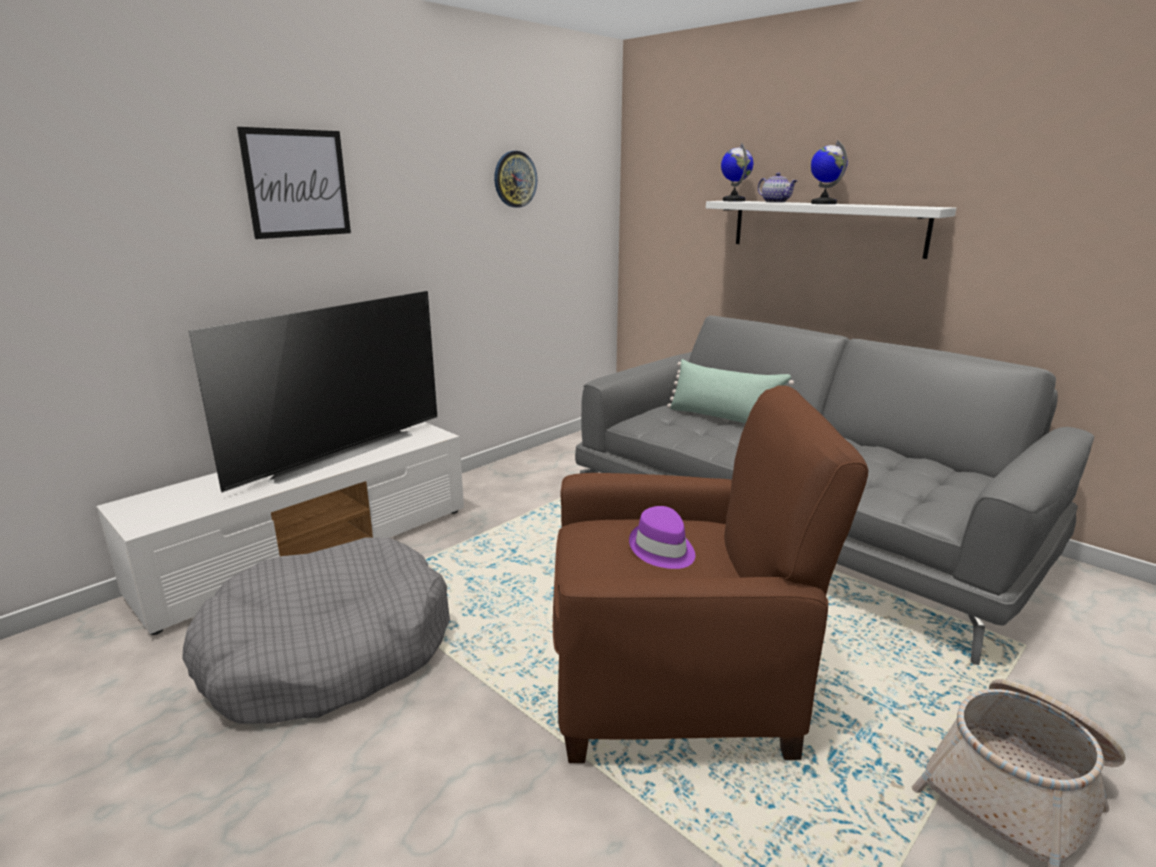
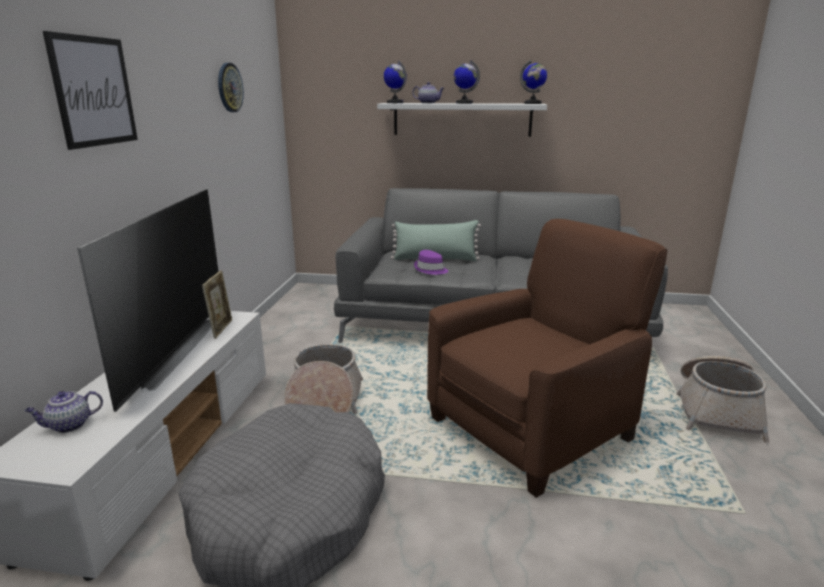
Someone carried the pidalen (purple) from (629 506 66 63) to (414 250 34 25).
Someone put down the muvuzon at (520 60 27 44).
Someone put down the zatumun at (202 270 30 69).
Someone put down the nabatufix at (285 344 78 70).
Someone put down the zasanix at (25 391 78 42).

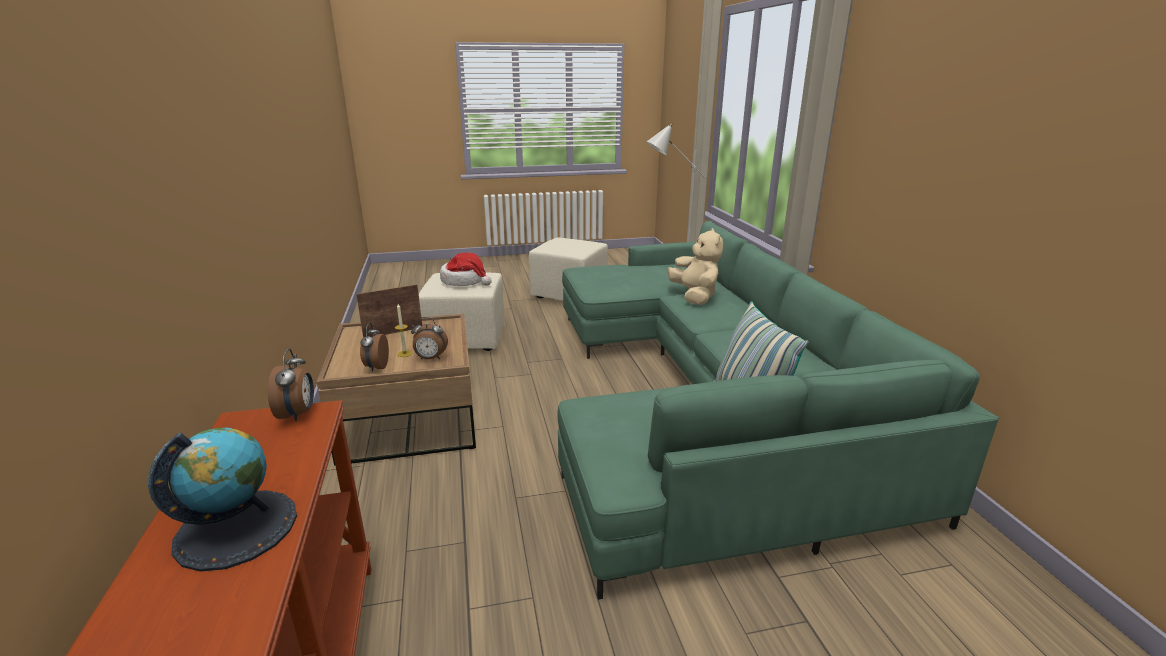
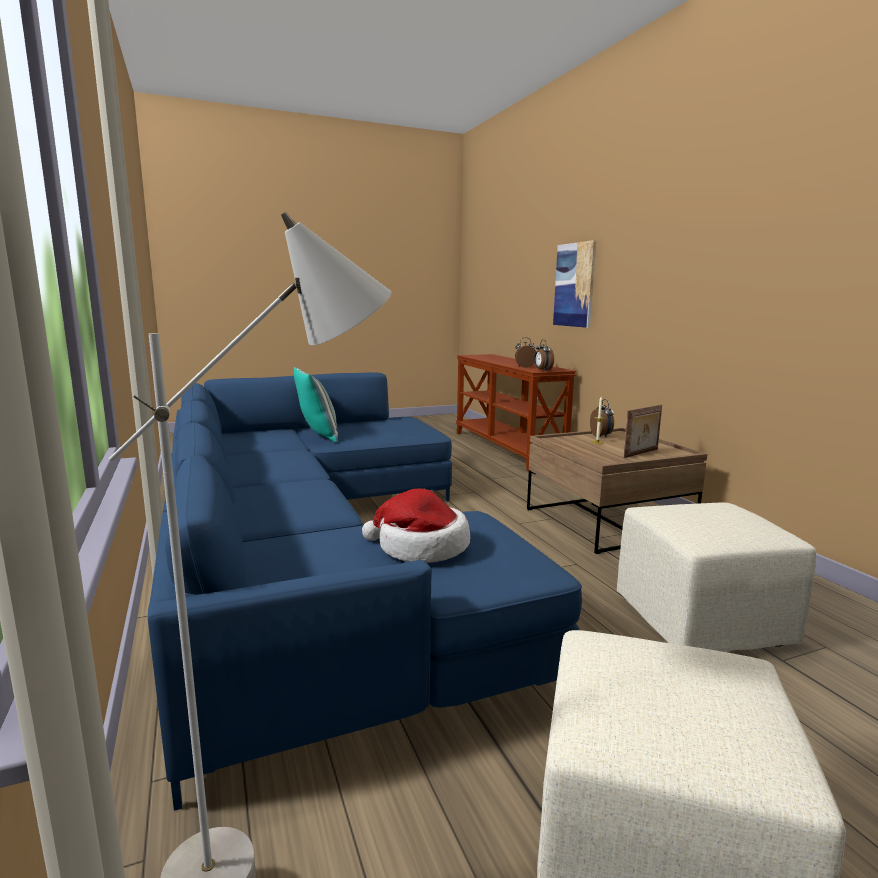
Someone repainted the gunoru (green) at (557 221 442 379), which became the gunoru (blue) at (148 372 434 439).
Someone took away the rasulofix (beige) at (668 228 55 77).
Someone carried the pidalen from (440 252 52 34) to (362 489 108 74).
Someone carried the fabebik from (411 317 37 42) to (515 338 21 30).
Someone took away the muvuzon at (148 427 149 145).
Someone put up the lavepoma at (553 240 43 88).

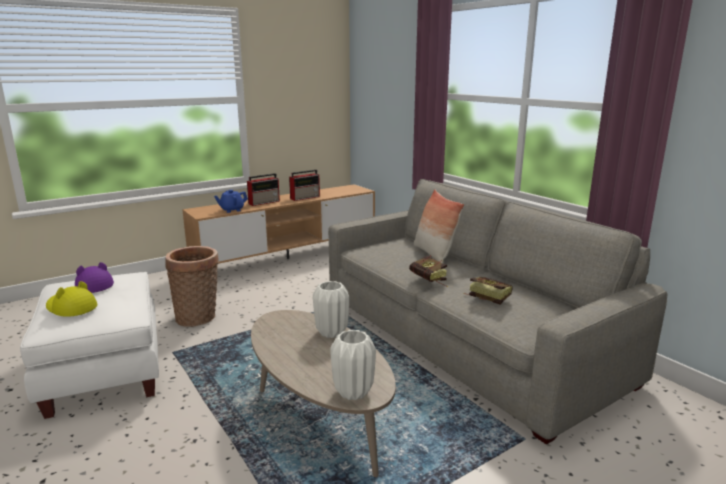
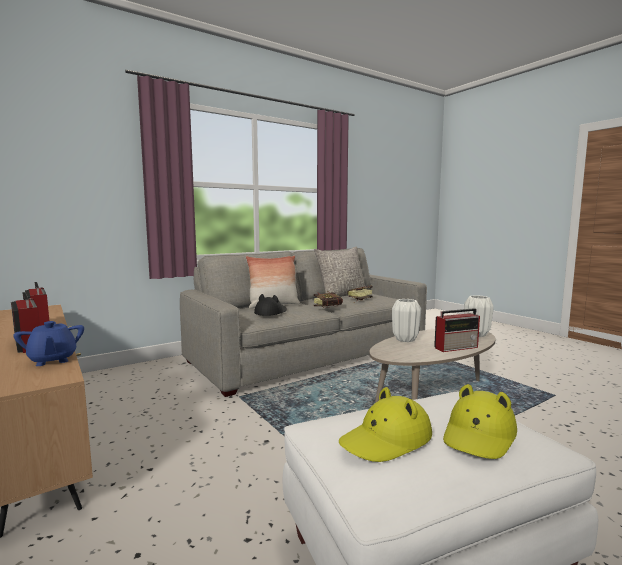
Someone took away the nabatufix at (165 246 54 81).
Someone repainted the pidalen (purple) at (75 262 39 31), which became the pidalen (yellow) at (339 387 93 75).
Someone put down the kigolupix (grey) at (314 247 53 50).
Someone put down the pidalen (black) at (254 294 33 22).
Someone put down the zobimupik at (434 308 46 44).

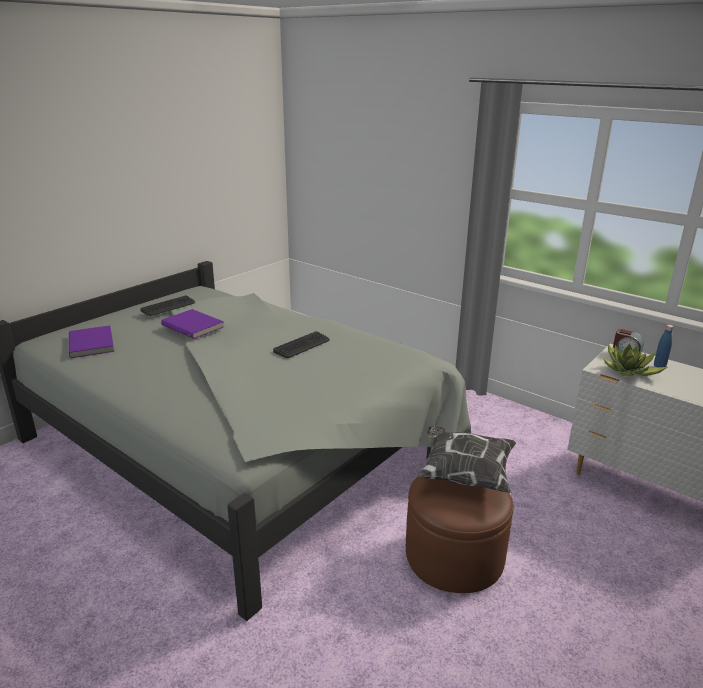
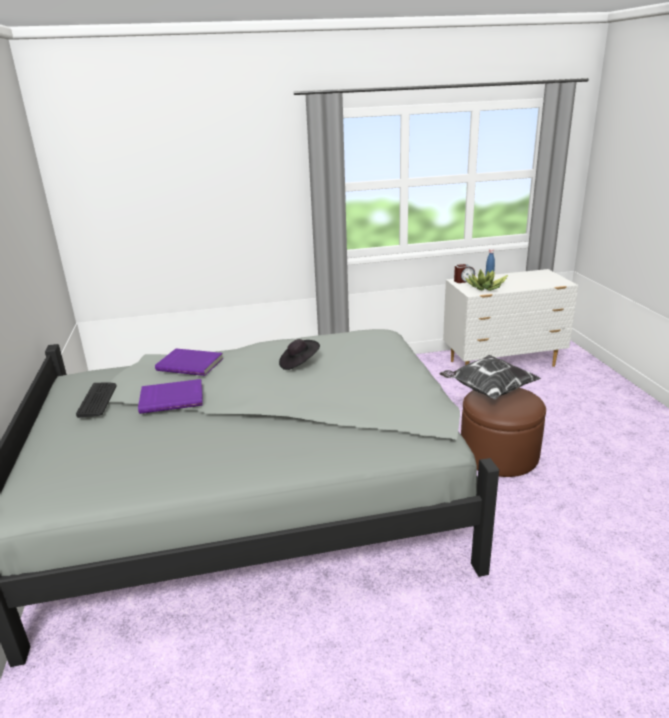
Someone carried the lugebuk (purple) from (69 325 45 33) to (155 348 68 28).
Someone swapped the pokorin at (273 331 57 27) for the pidalen (black) at (279 339 41 31).

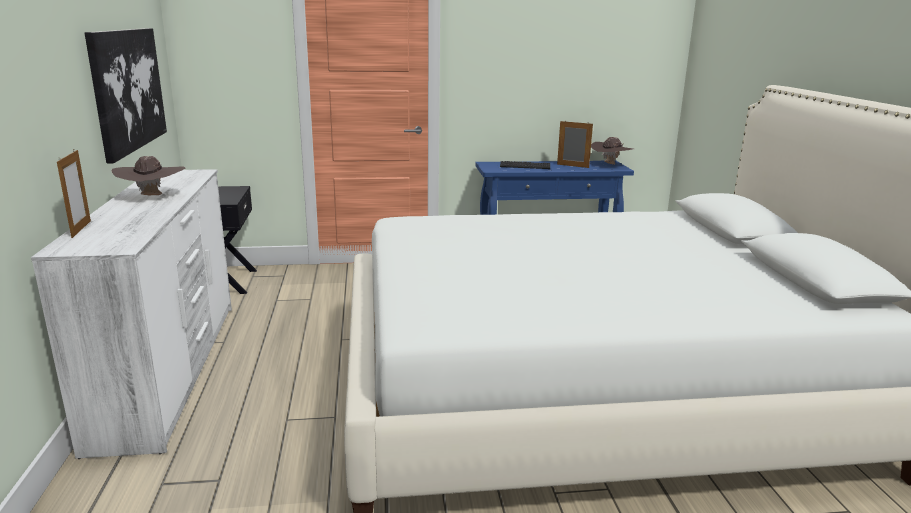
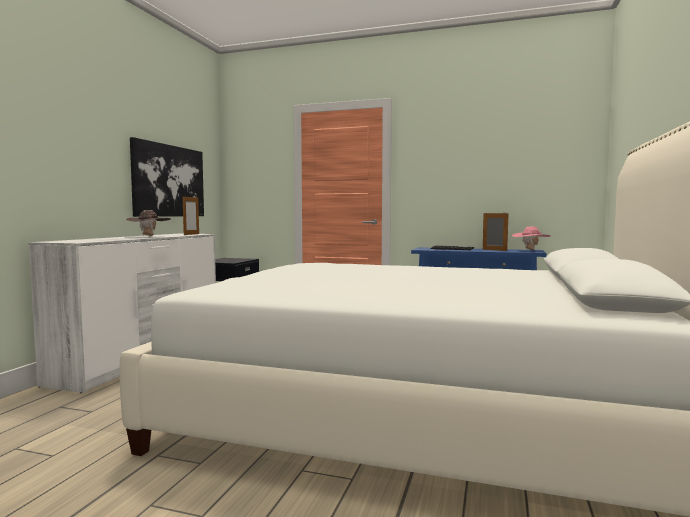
Someone repainted the pidalen (brown) at (591 137 42 28), which became the pidalen (pink) at (512 226 39 24).
Someone carried the zatumun from (57 150 34 88) to (183 196 16 39).

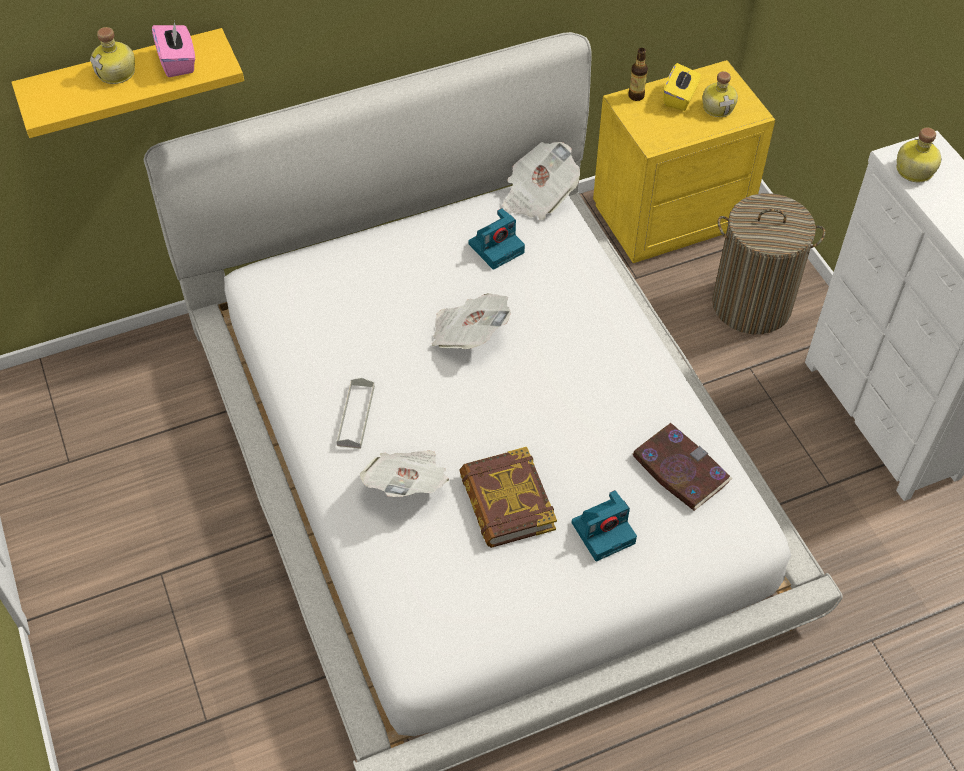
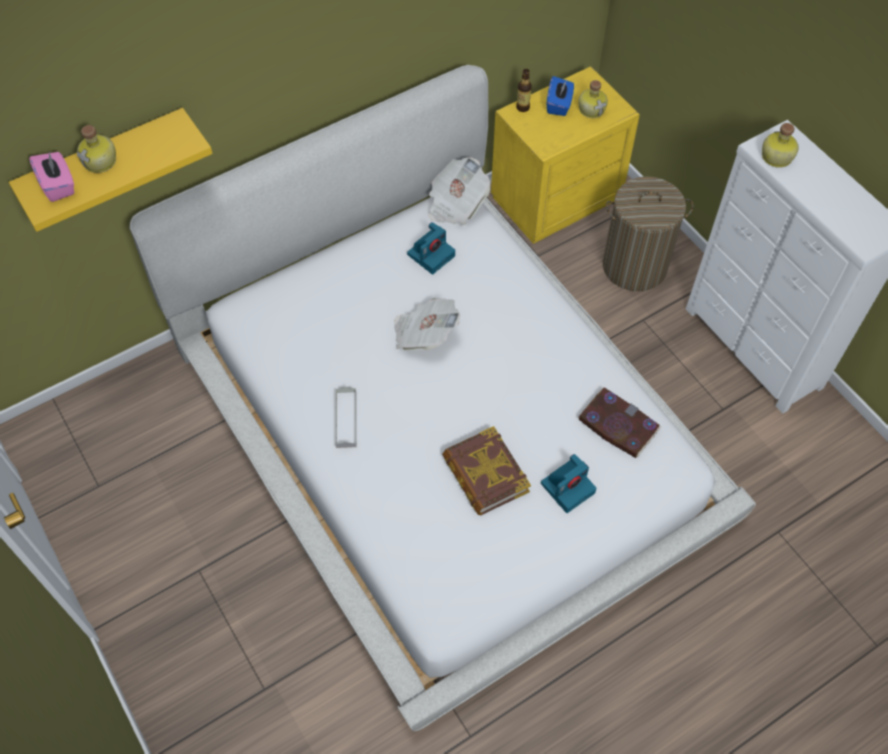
Someone carried the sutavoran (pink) from (152 21 43 56) to (29 152 45 50).
Someone repainted the sutavoran (yellow) at (663 63 38 48), which became the sutavoran (blue) at (547 76 27 40).
Someone took away the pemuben at (360 450 89 47).

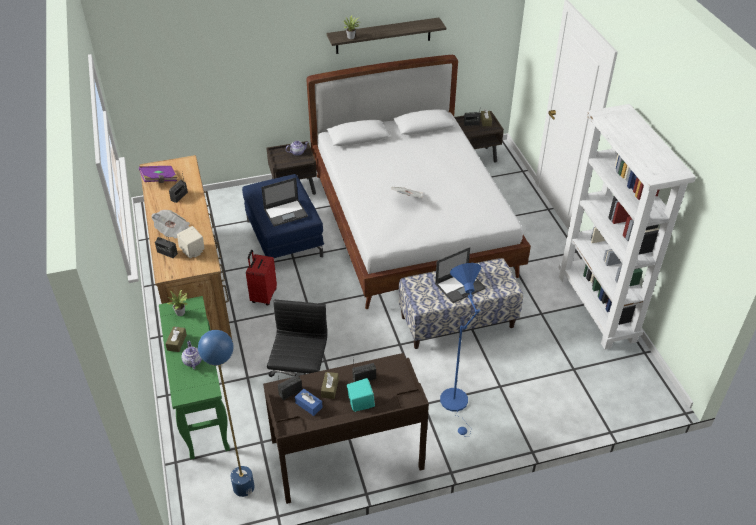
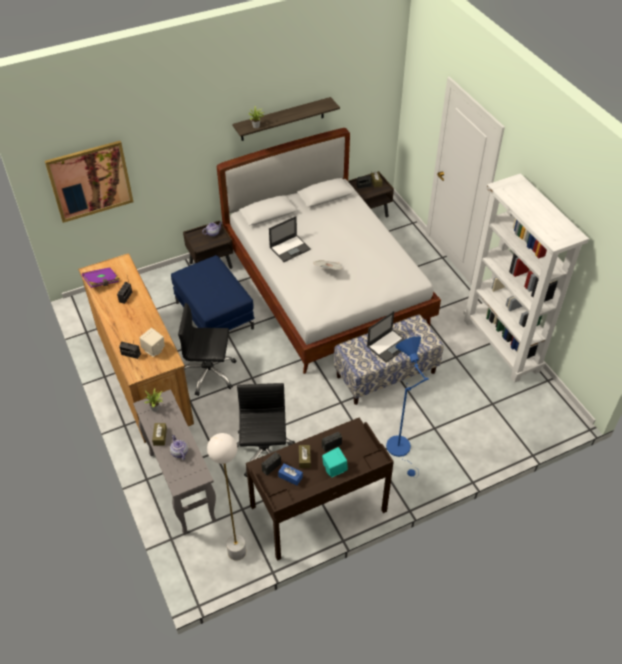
Someone carried the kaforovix from (261 178 47 49) to (269 216 42 46).
Someone took away the pemuben at (151 210 39 29).
Someone swapped the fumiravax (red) at (246 250 31 55) for the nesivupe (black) at (178 303 58 93).
Someone repainted the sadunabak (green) at (159 296 71 163), which became the sadunabak (grey) at (133 389 84 146).
Someone repainted the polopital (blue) at (198 330 57 167), which became the polopital (white) at (207 433 39 128).
Someone put up the lavepoma at (45 141 88 82).

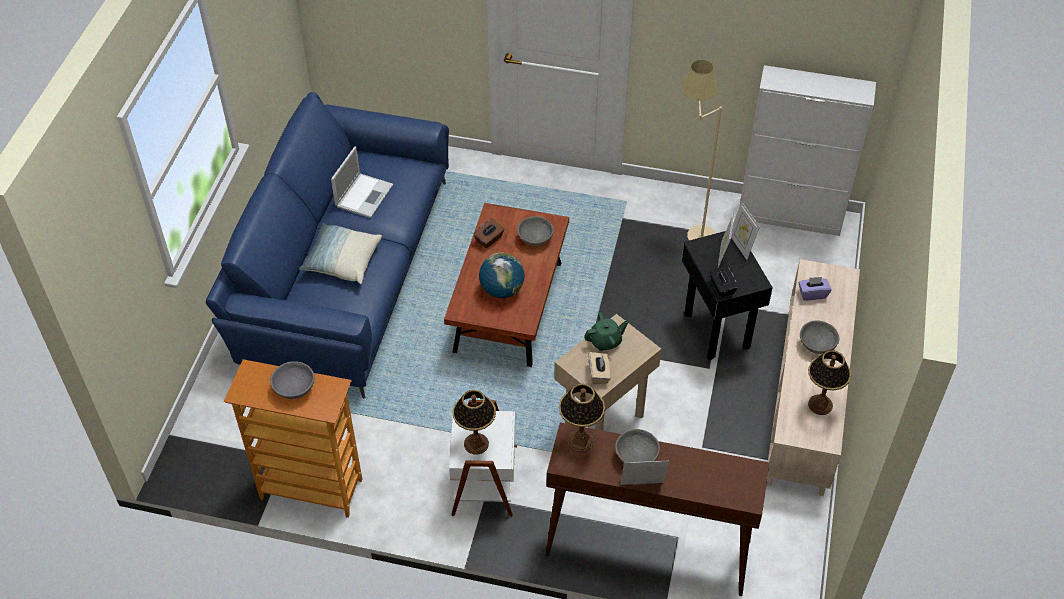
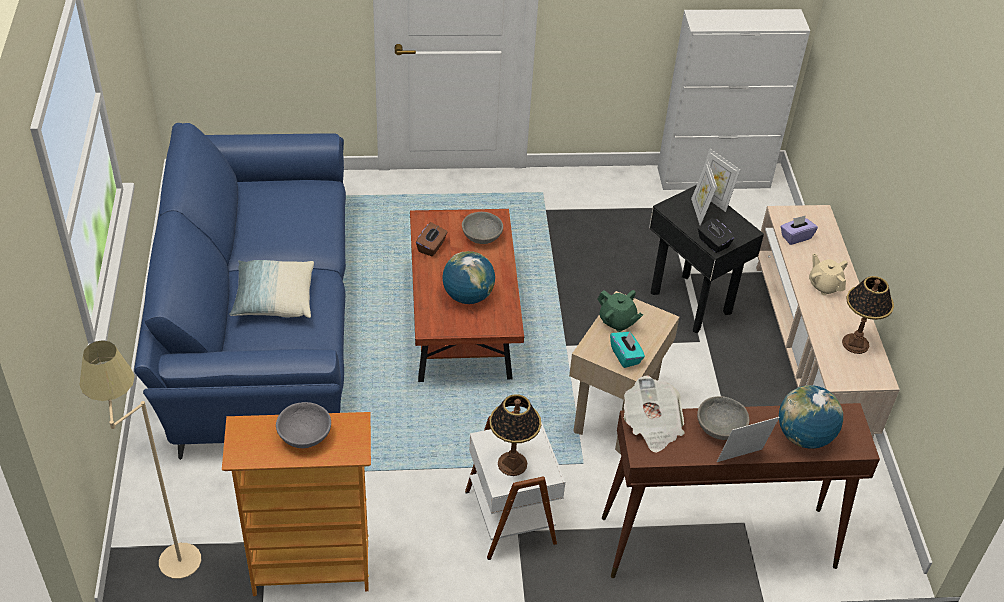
Someone carried the polopital (beige) from (681 60 41 180) to (80 340 121 239).
Someone took away the kaforovix at (331 146 62 72).
Someone rotated the zasanix (green) at (584 312 44 39) by 75 degrees clockwise.
Someone swapped the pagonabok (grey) at (800 320 39 34) for the zasanix (beige) at (809 253 39 42).
Someone repainted the sutavoran (beige) at (589 352 22 32), which became the sutavoran (turquoise) at (610 331 35 37).
Someone swapped the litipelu at (559 384 46 68) for the pemuben at (624 375 60 78).
Someone put down the muvuzon at (779 385 64 64).

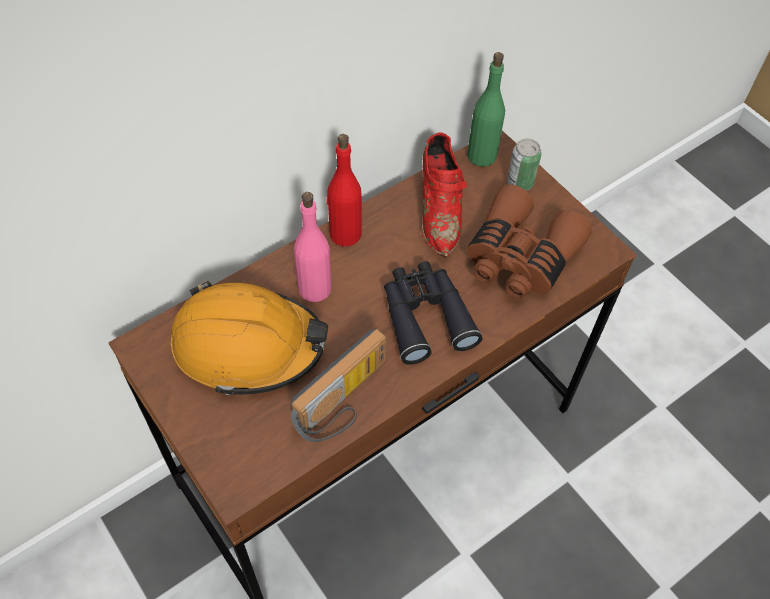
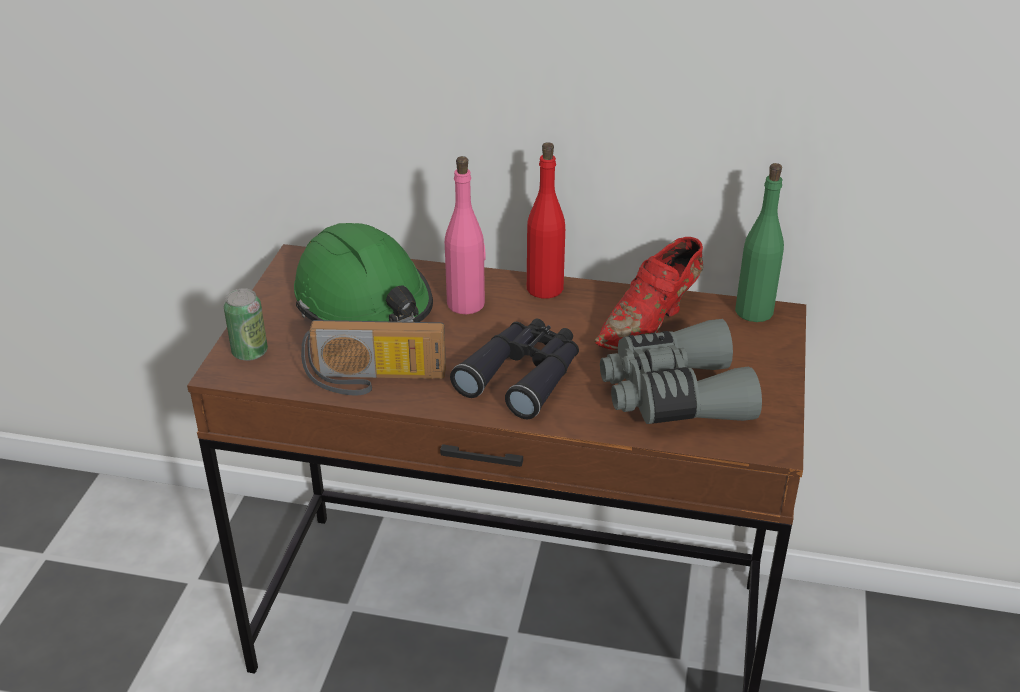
Someone carried the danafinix from (507 138 35 53) to (224 288 44 73).
Someone repainted the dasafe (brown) at (466 184 126 115), which became the dasafe (grey) at (600 319 162 105).
Someone repainted the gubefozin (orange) at (171 281 158 114), which became the gubefozin (green) at (294 223 139 99).

